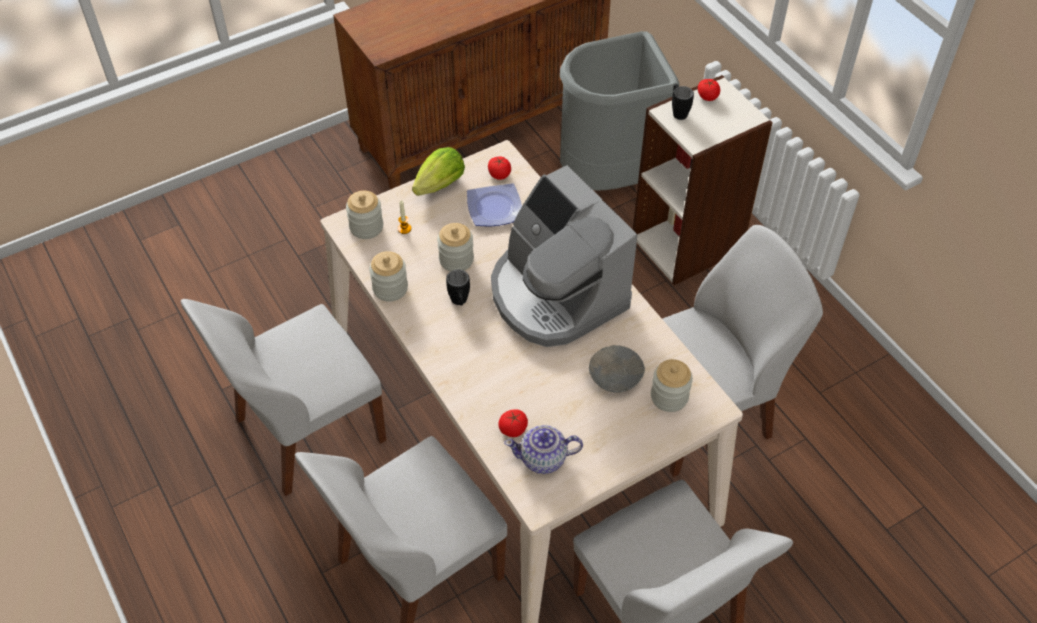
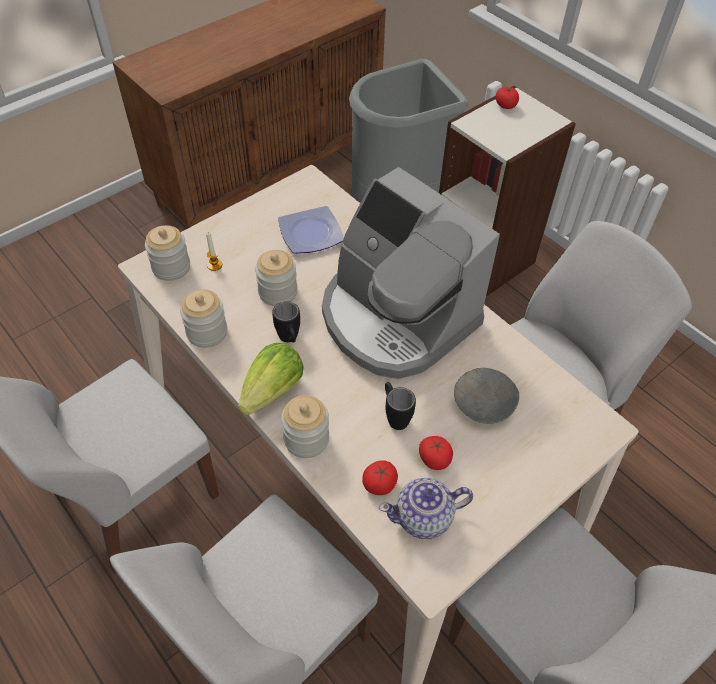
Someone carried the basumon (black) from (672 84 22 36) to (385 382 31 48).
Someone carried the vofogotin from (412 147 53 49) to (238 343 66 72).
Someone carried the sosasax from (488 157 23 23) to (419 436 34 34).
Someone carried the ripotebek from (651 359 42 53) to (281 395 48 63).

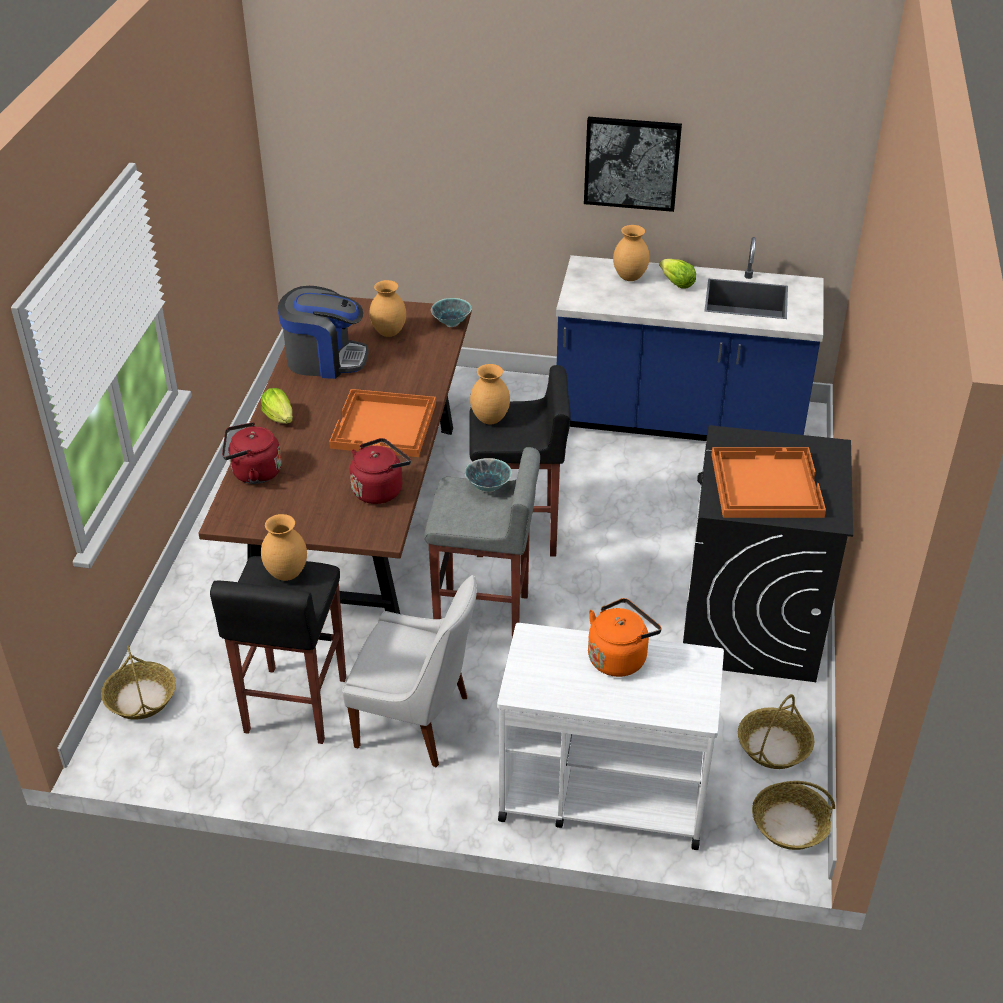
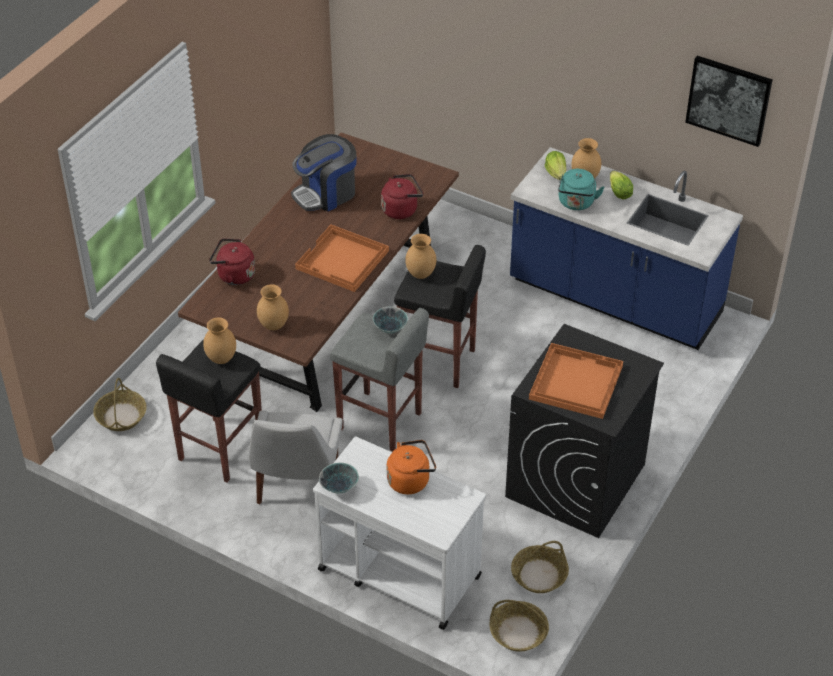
Someone carried the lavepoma from (584 117 98 95) to (685 56 88 91).
Someone carried the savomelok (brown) from (369 280 37 57) to (257 284 32 46).
Someone rotated the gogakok at (278 286 91 93) by 120 degrees clockwise.
Someone carried the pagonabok from (431 298 41 29) to (319 463 40 31).
Someone carried the vofogotin from (261 388 32 36) to (545 151 21 29).
Someone carried the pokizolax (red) from (350 438 61 66) to (381 174 42 45).
Someone rotated the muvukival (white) at (342 575 135 192) by 60 degrees clockwise.
Someone put down the pokizolax (turquoise) at (558 169 47 41).

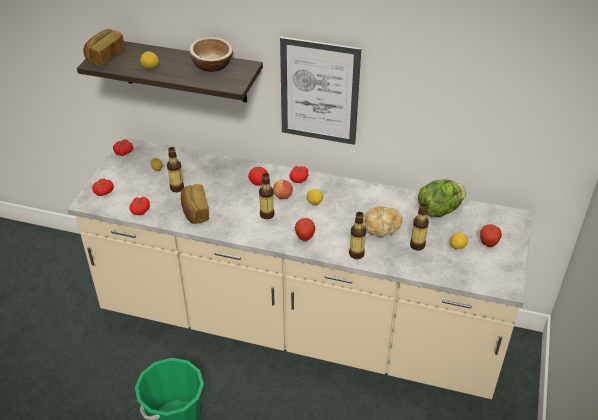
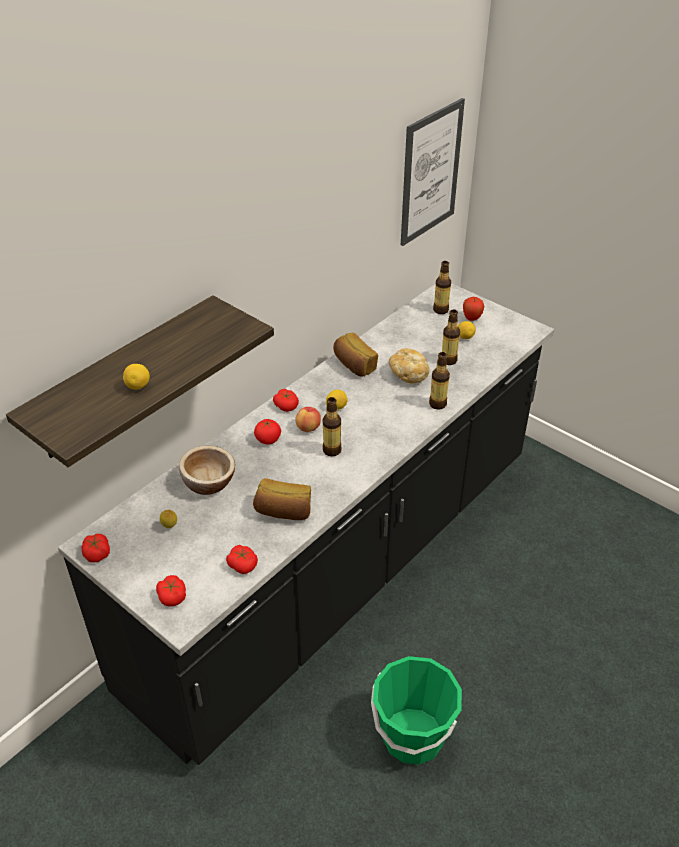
Someone carried the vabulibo from (84 29 41 37) to (333 333 45 44).
Someone carried the pagonabok from (189 37 44 35) to (179 446 56 49).
Someone carried the lavepoma from (280 37 81 108) to (401 98 64 148).
Someone repainted the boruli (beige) at (67 137 465 262), which became the boruli (black) at (58 283 496 482).
Someone carried the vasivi from (167 147 17 45) to (433 261 18 53).
Someone took away the vofogotin at (418 179 48 38).
Someone took away the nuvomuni at (295 218 20 23).

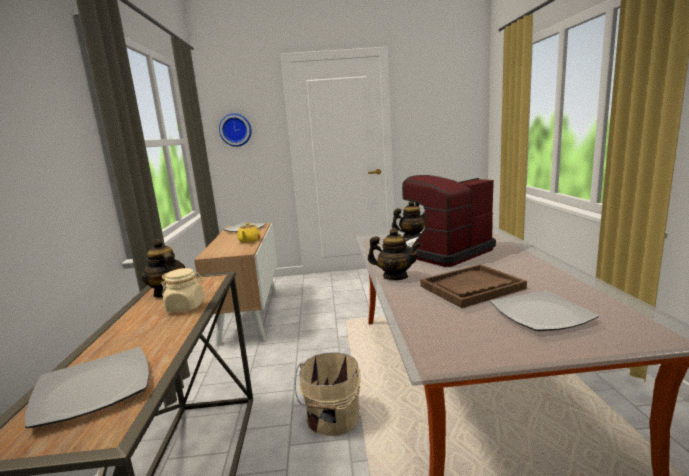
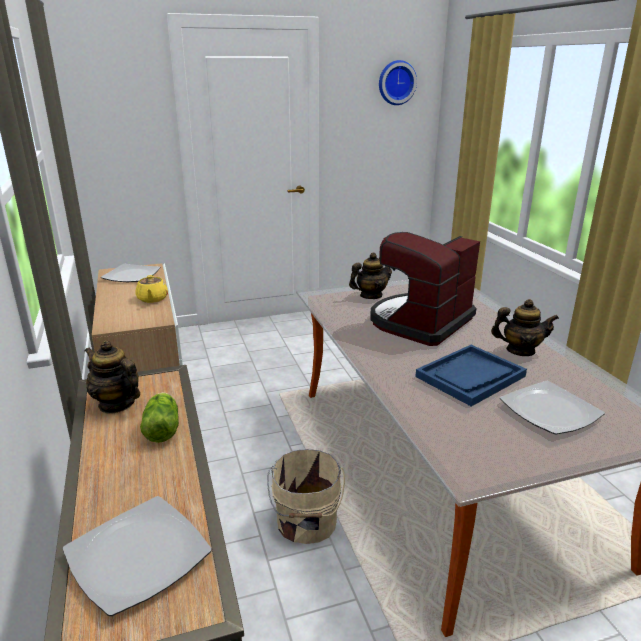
Someone carried the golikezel from (219 113 33 34) to (379 60 38 45).
Someone carried the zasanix from (368 228 54 52) to (491 299 68 57).
Someone repainted the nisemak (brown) at (420 264 107 44), which became the nisemak (blue) at (415 345 112 61).
Someone swapped the ripotebek (beige) at (161 268 44 44) for the vofogotin at (140 393 39 50).

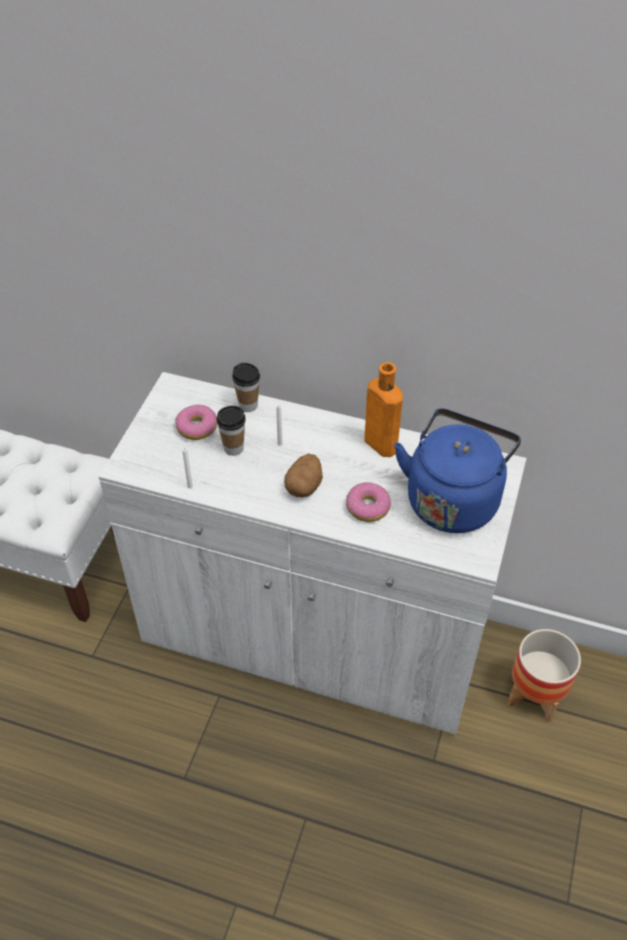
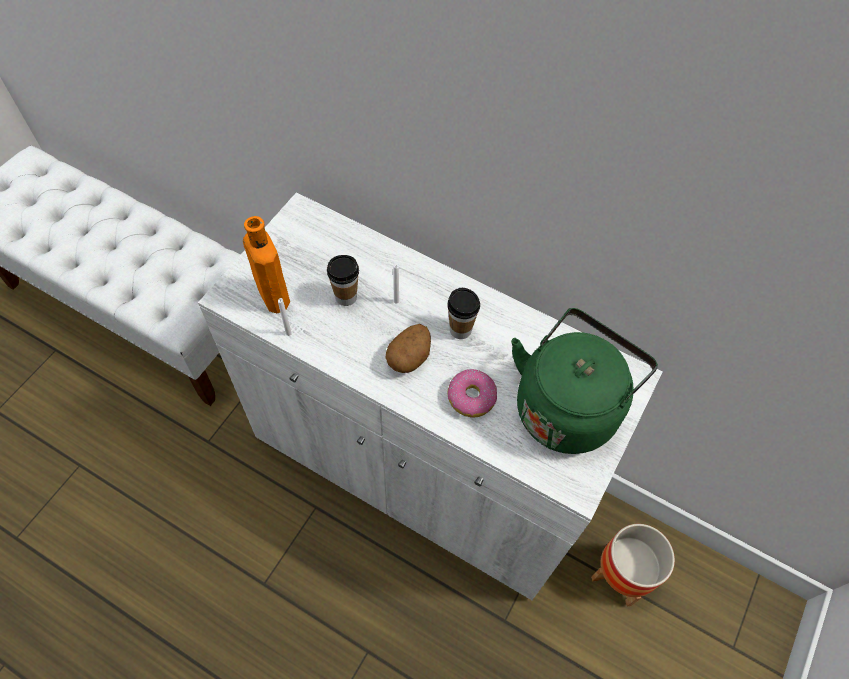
Someone carried the vasivi (orange) from (365 362 38 95) to (243 216 47 97).
Someone carried the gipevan from (232 363 28 49) to (447 288 33 51).
Someone took away the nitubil at (175 405 42 35).
Someone repainted the pokizolax (blue) at (394 408 127 125), which became the pokizolax (green) at (511 308 147 146).

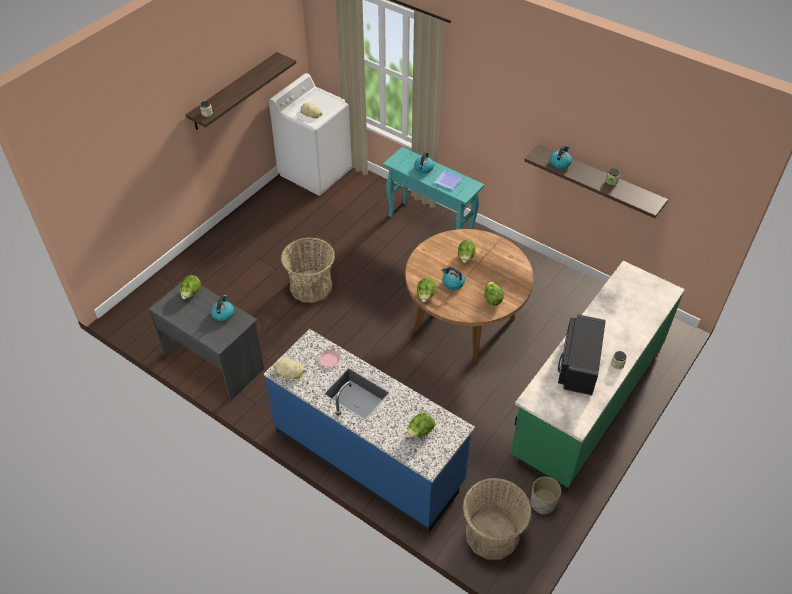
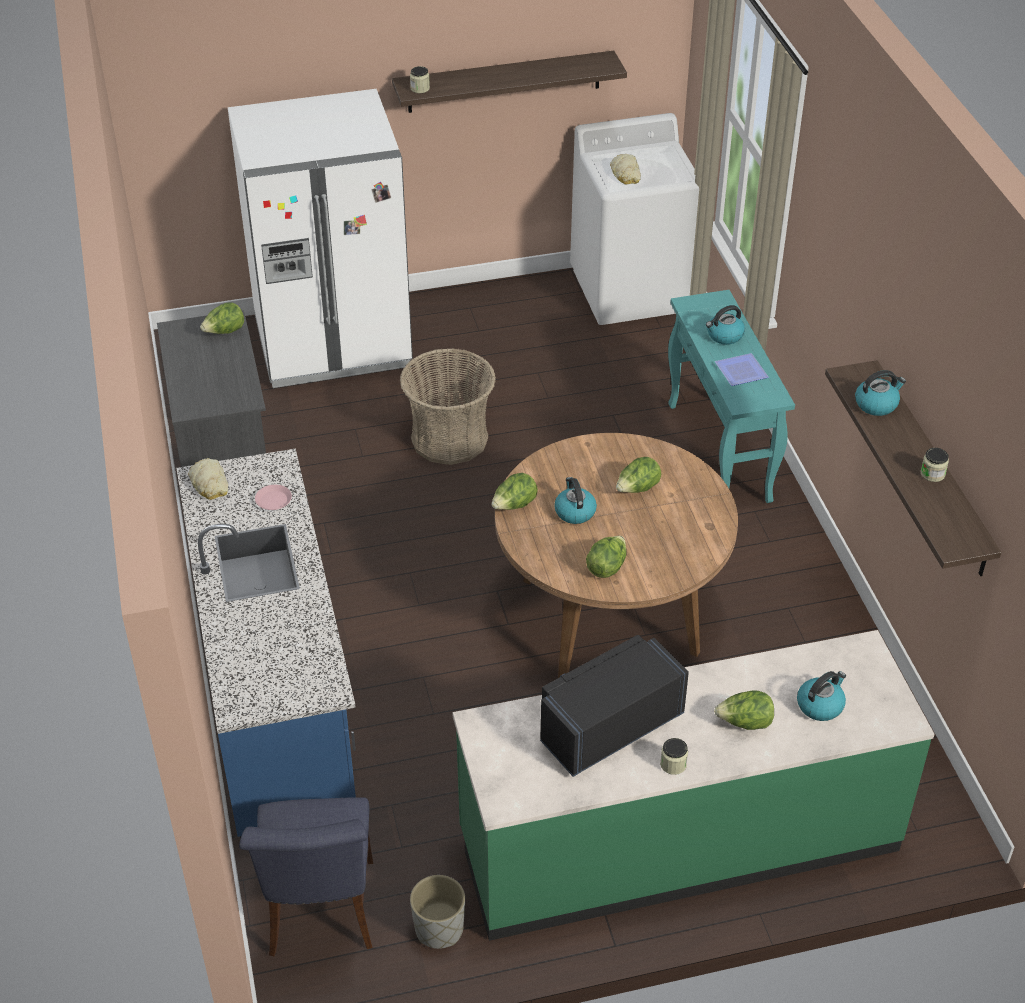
Someone carried the pokizolax from (211 295 23 26) to (797 671 49 50).
Someone carried the vofogotin from (406 413 29 25) to (714 690 60 40).
Someone swapped the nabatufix at (463 478 69 81) for the muvukival (blue) at (239 797 134 159).
Someone put down the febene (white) at (228 89 185 299).

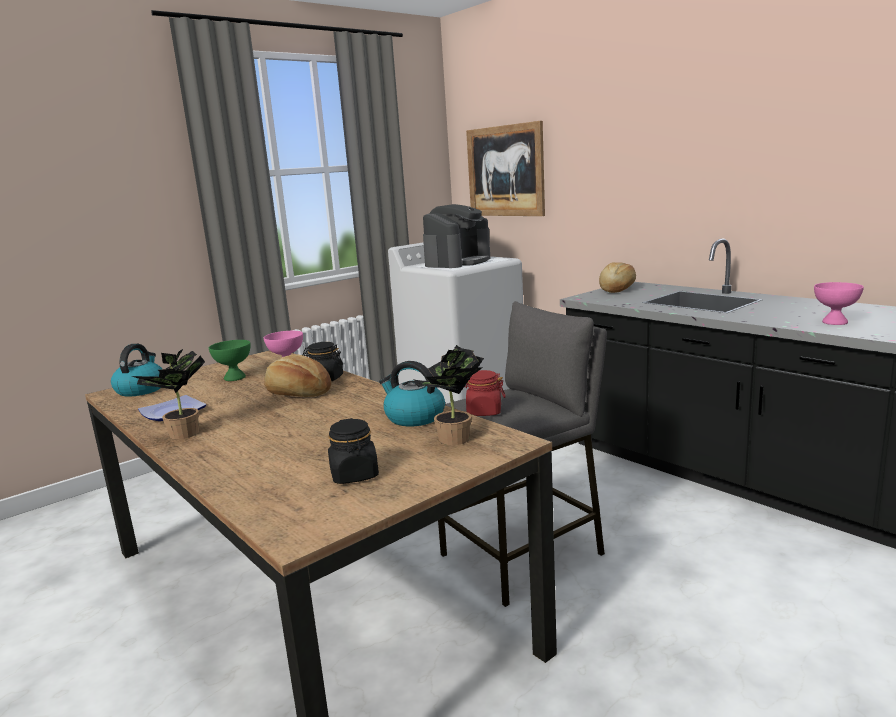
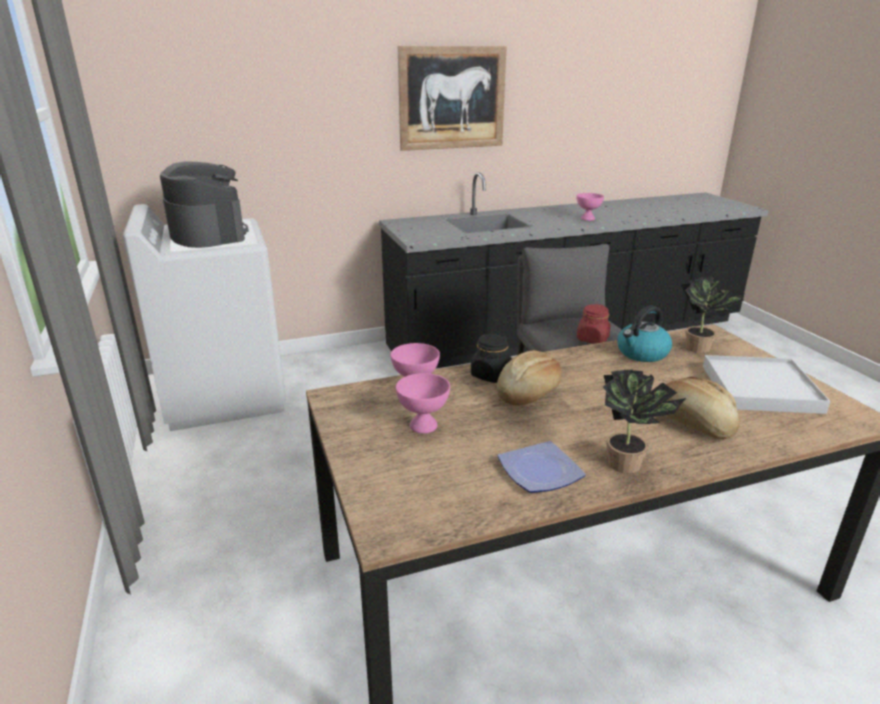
Someone carried the lavepoma from (466 121 79 95) to (398 46 109 105).
Someone carried the vabulibo from (599 262 37 31) to (665 377 74 62).
Someone repainted the pagonabok (green) at (209 340 41 41), which became the pagonabok (pink) at (396 373 54 61).
Someone took away the pokizolax at (111 344 51 53).
Someone swapped the ripotebek (black) at (328 418 51 66) for the nisemak (white) at (703 355 127 59).

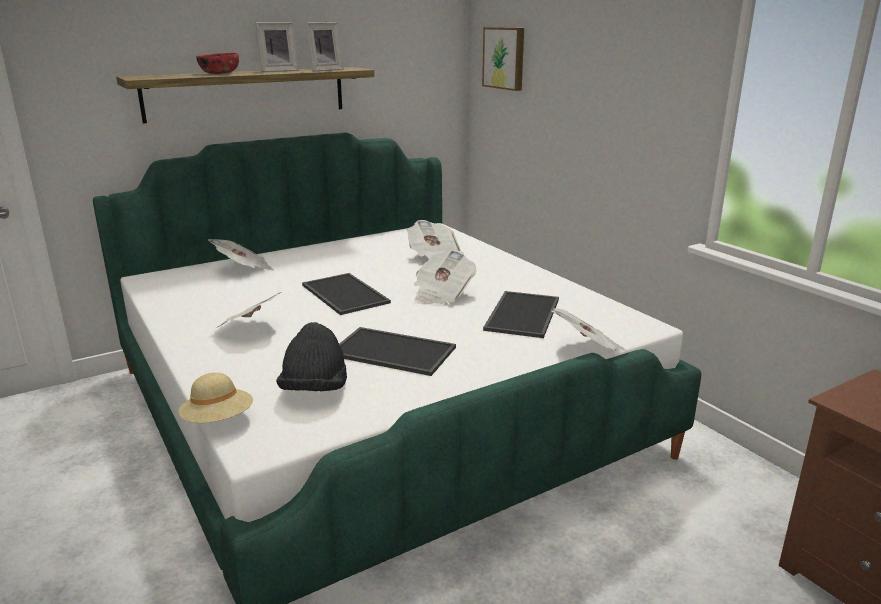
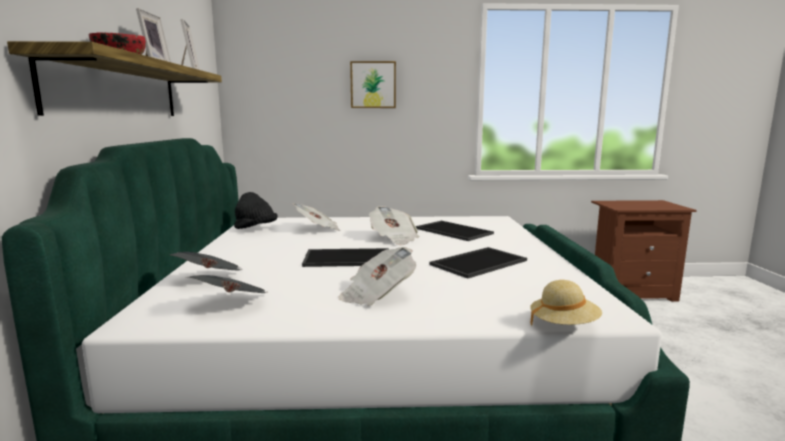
Someone carried the lavepoma from (482 27 42 64) to (350 61 46 47).
Someone carried the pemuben from (551 308 78 44) to (187 275 81 18).
Someone carried the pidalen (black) from (276 322 71 70) to (234 192 44 37).

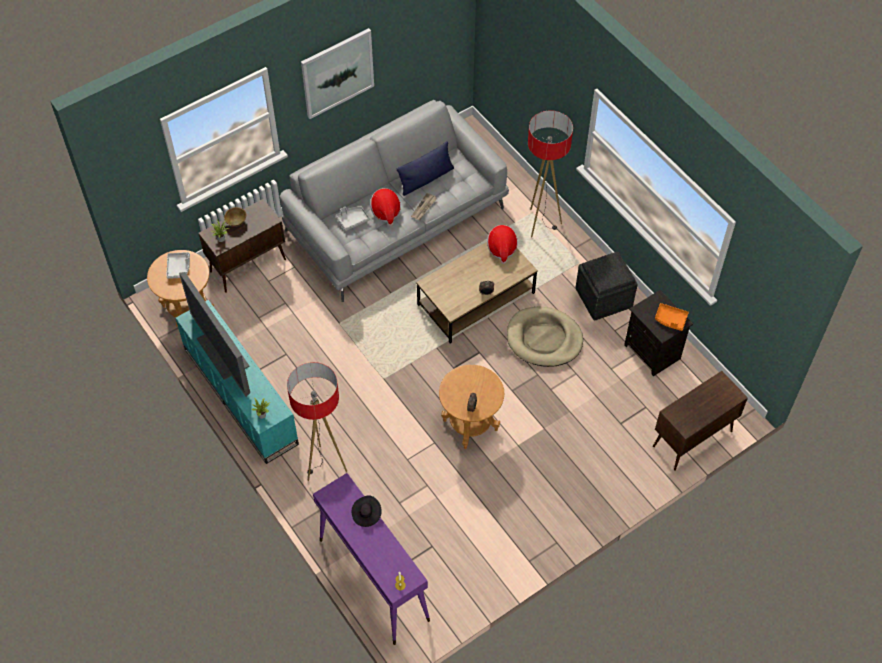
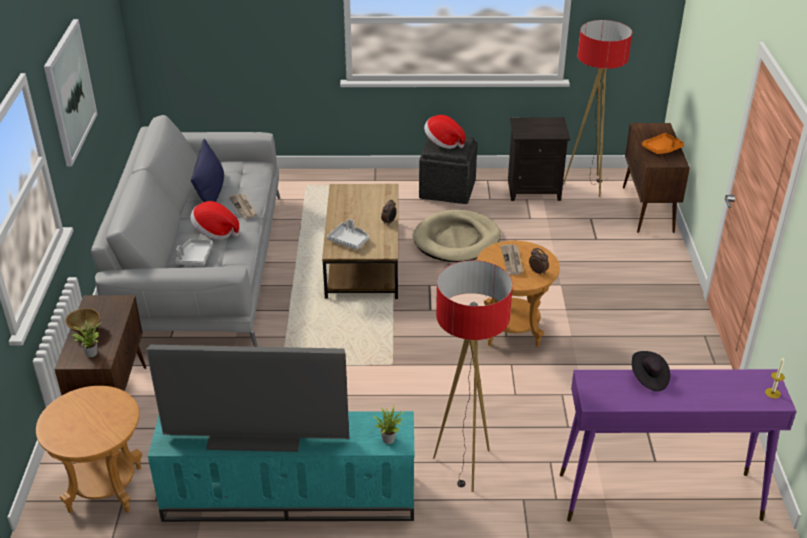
Someone carried the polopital from (528 111 45 126) to (563 20 69 177).
Someone carried the pidalen from (487 225 31 39) to (424 115 41 34).
Someone carried the nisemak (grey) from (166 252 24 27) to (327 219 42 31).
Someone carried the nisemak (orange) from (655 303 34 28) to (642 133 42 21).
Someone put down the pemuben at (501 244 22 31).

